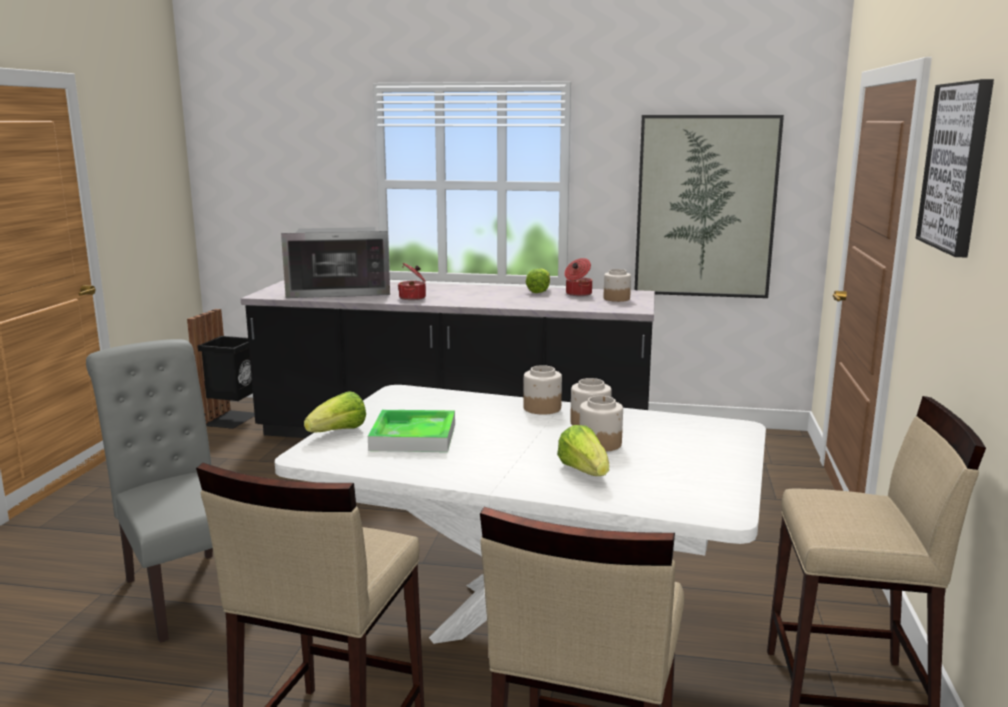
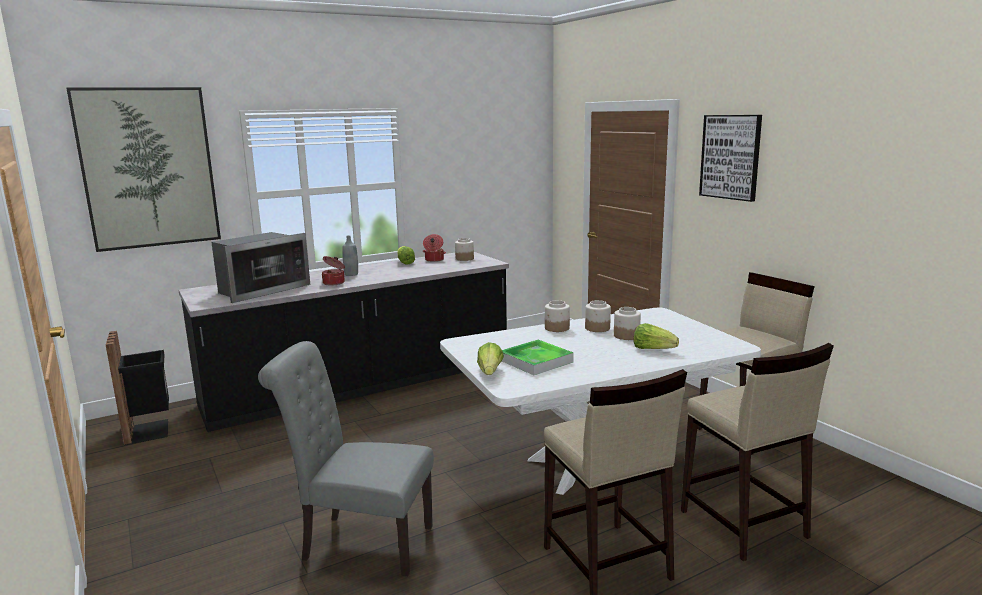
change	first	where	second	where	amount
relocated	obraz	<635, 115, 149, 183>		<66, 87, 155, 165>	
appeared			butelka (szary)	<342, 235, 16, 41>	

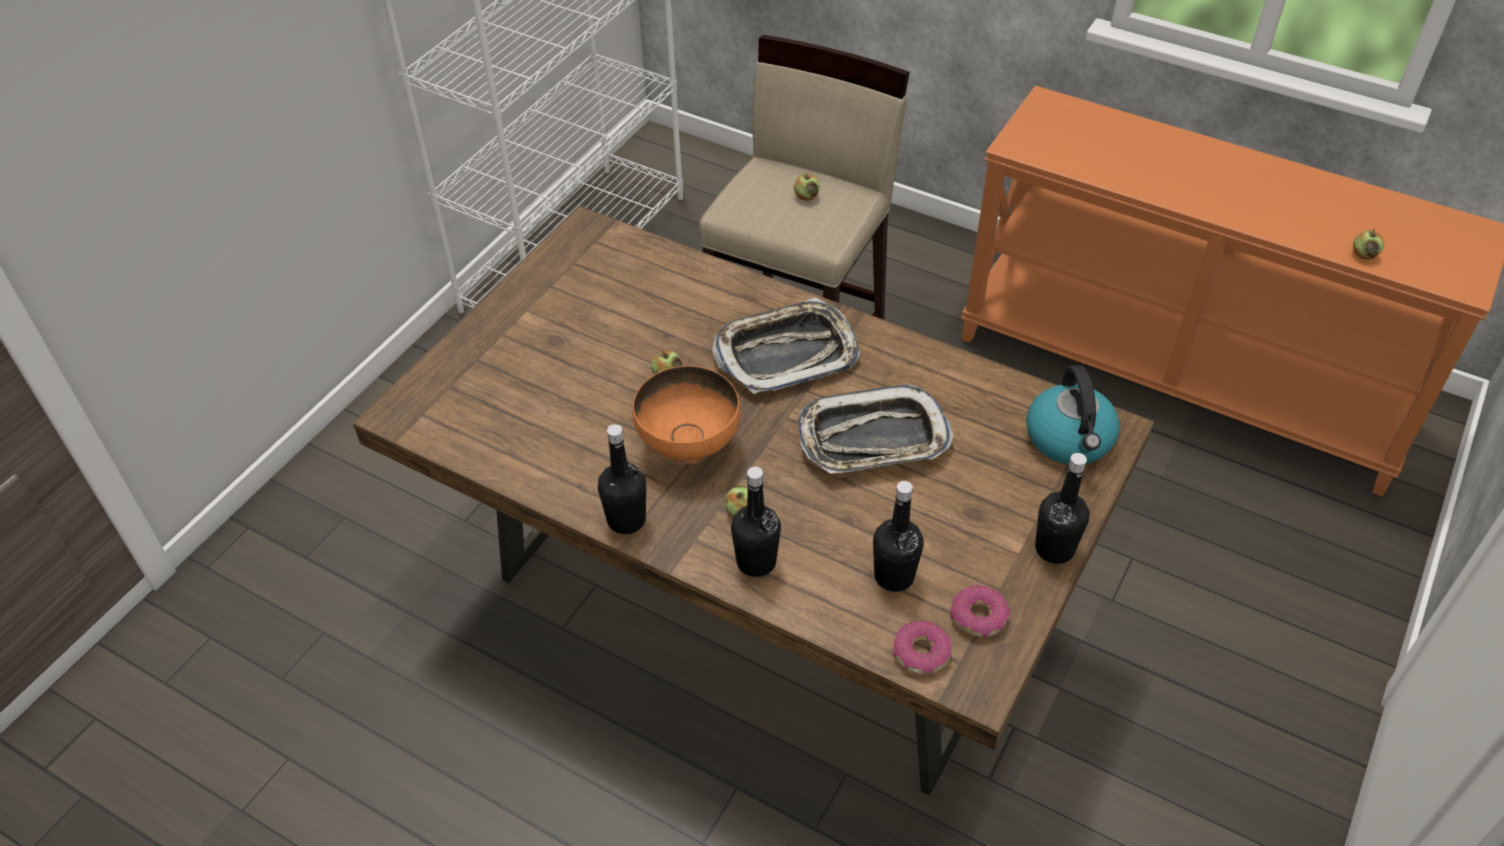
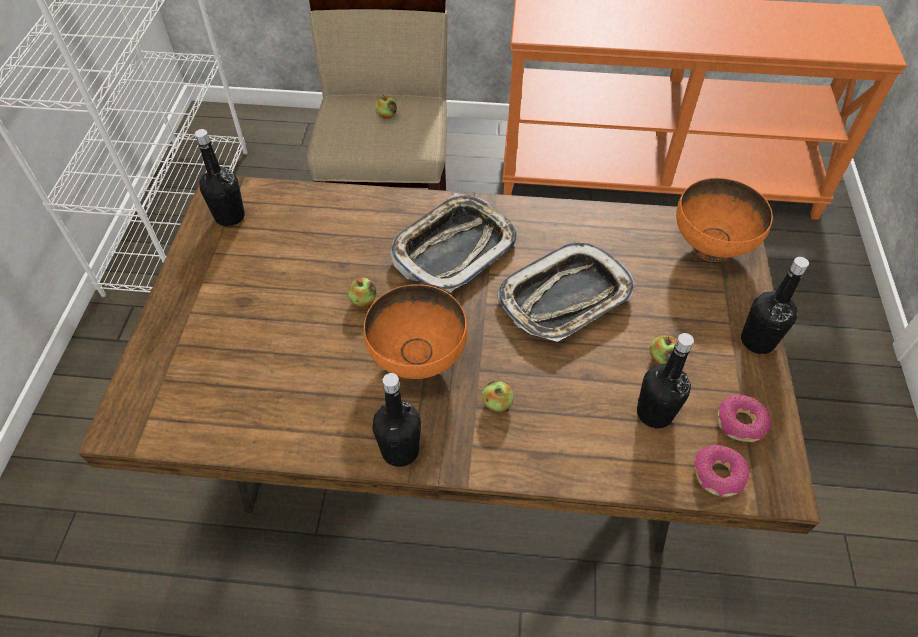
change	first	where	second	where	amount
relocated	butelka (czarny)	<731, 466, 50, 111>		<195, 129, 50, 98>	
relocated	jabłko	<1353, 229, 31, 30>		<650, 335, 27, 29>	
exchanged	czajnik	<1026, 365, 94, 100>	miska (pomarańczowy)	<676, 178, 97, 84>	

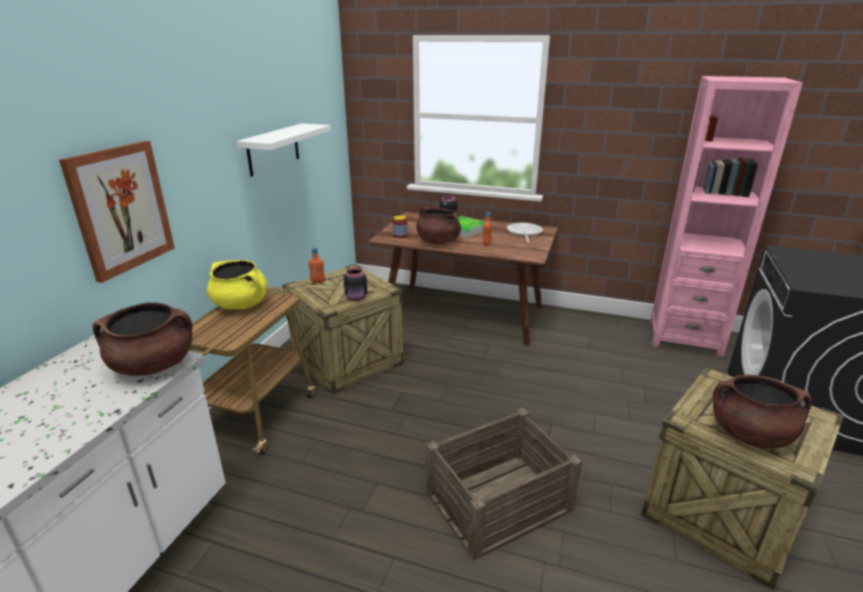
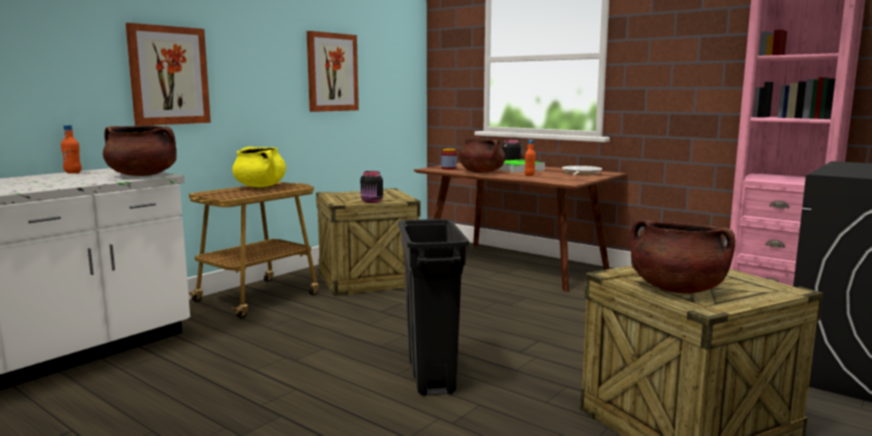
change	first	where	second	where	amount
relocated	butelka (pomarańczowy)	<309, 248, 16, 35>		<61, 125, 21, 49>	
exchanged	półka (biały)	<236, 123, 95, 54>	obraz	<307, 31, 52, 81>	
exchanged	skrzynka	<426, 408, 156, 152>	kosz na śmieci (czarny)	<398, 219, 71, 177>	

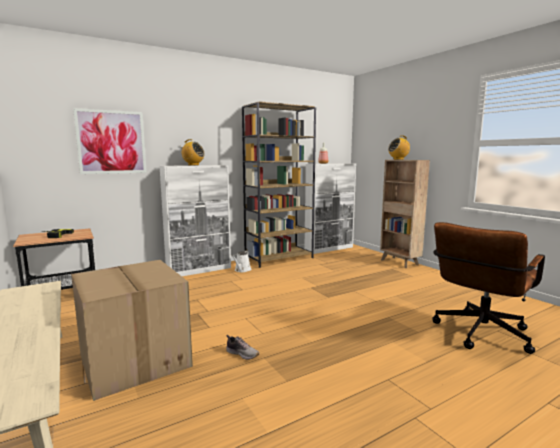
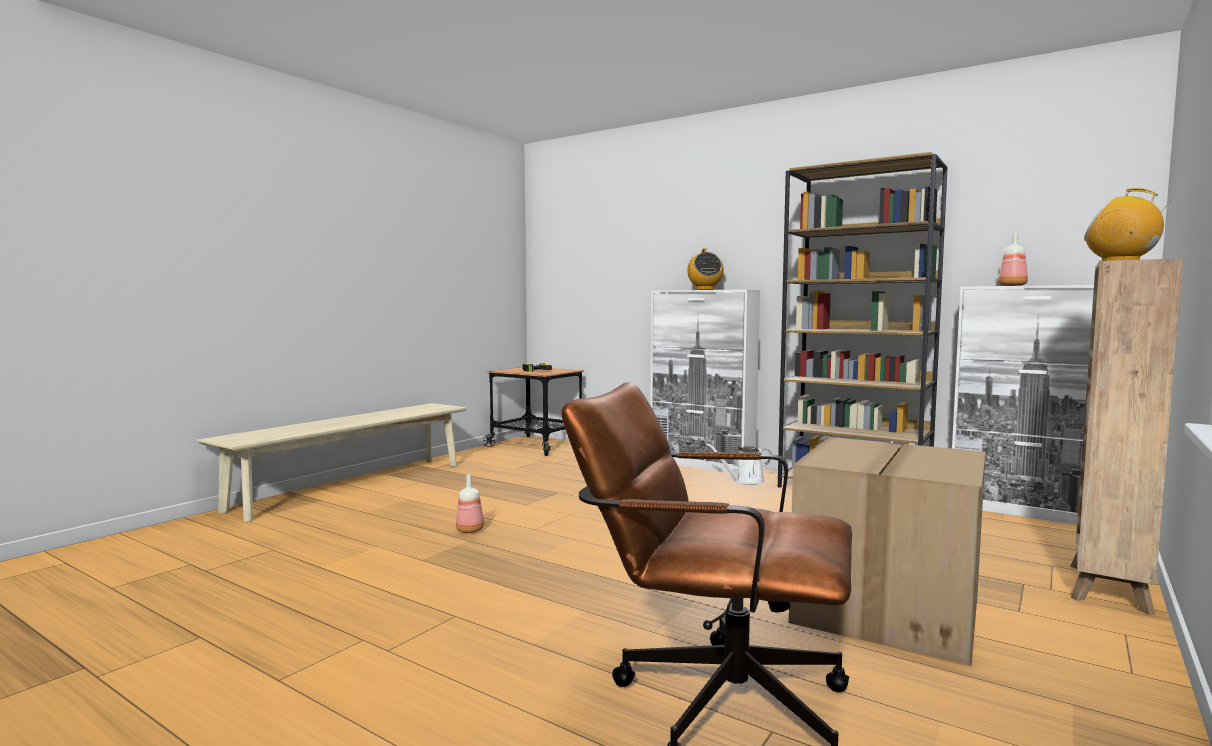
change	first	where	second	where	amount
exchanged	but	<226, 335, 33, 25>	butelka	<456, 474, 28, 59>	
relocated	karton	<71, 260, 122, 141>		<789, 437, 197, 229>	
missing	obraz	<73, 108, 74, 66>			

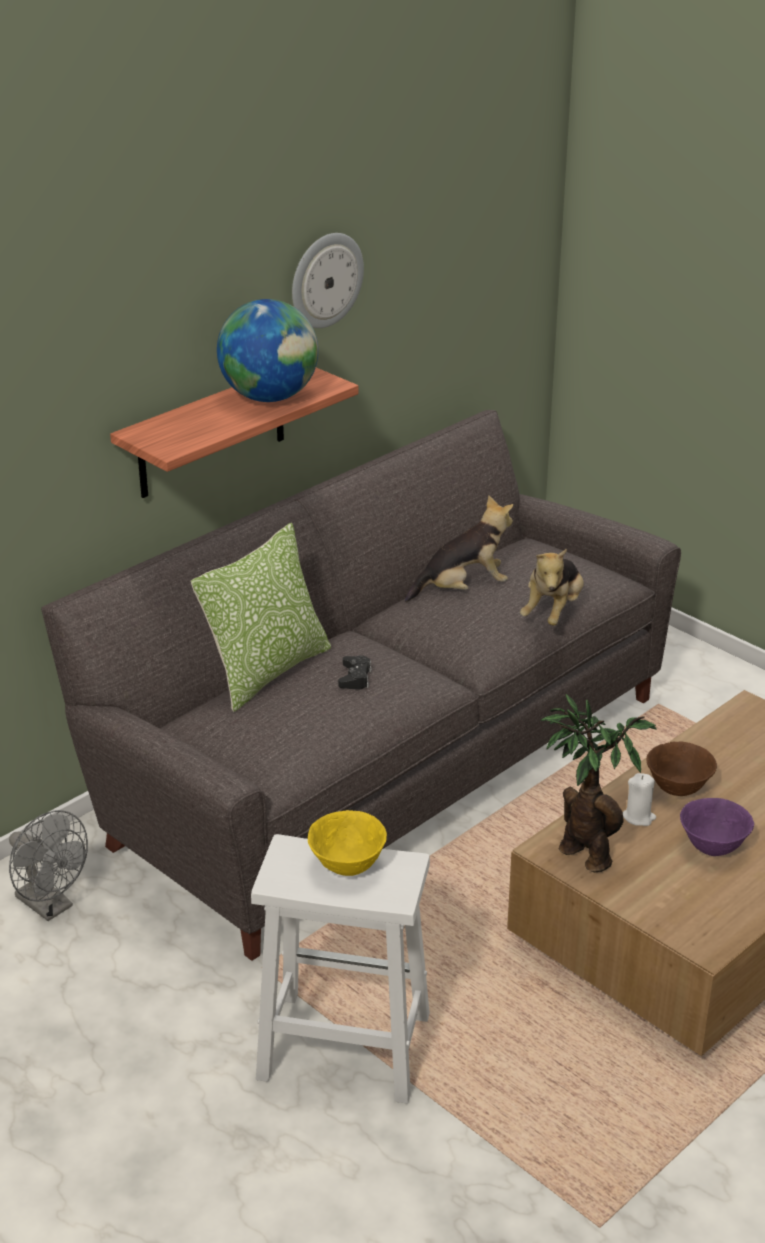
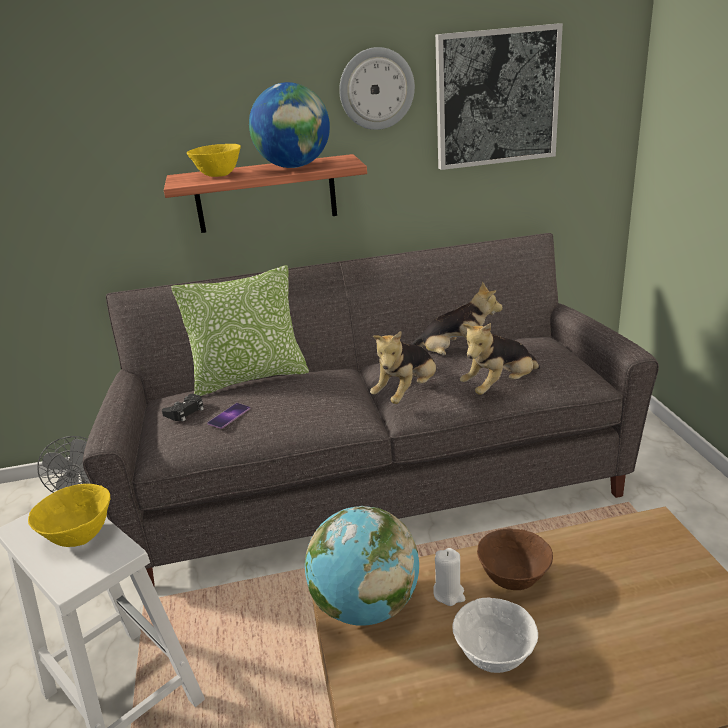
change	first	where	second	where	amount
relocated	pad do gier (czarny)	<338, 655, 34, 35>		<162, 394, 42, 28>	
appeared			miska (żółty)	<187, 144, 54, 33>	
appeared			telefon	<207, 403, 43, 26>	
exchanged	roślina doniczkowa	<541, 694, 116, 178>	globus	<305, 506, 114, 120>	
appeared			pluszak	<370, 331, 67, 73>	
appeared			obraz	<435, 24, 128, 146>	
colour	miska (fioletowy)	<680, 798, 74, 58>	miska (biały)	<452, 598, 86, 75>	

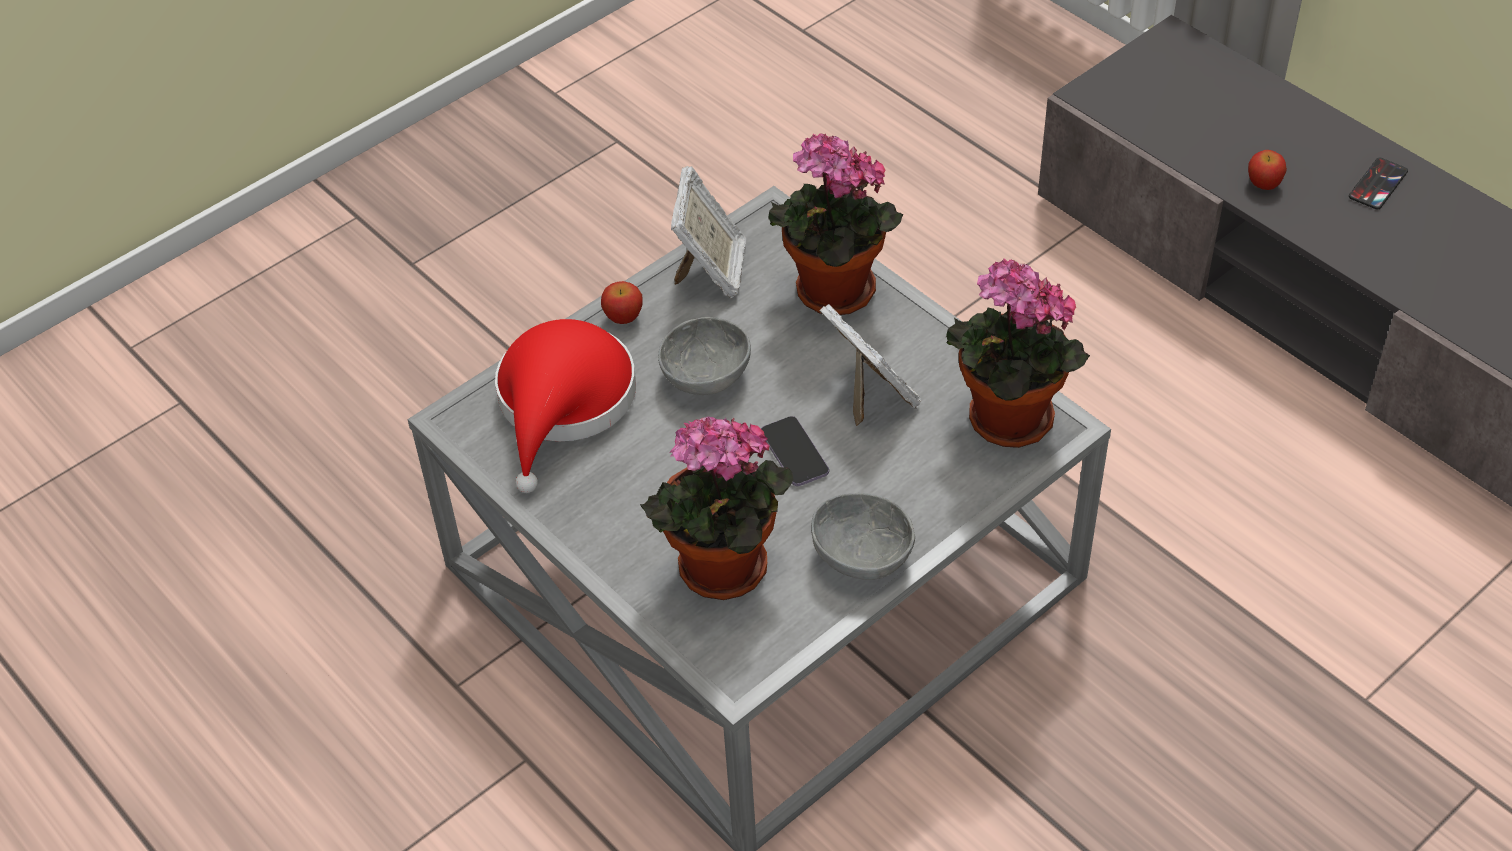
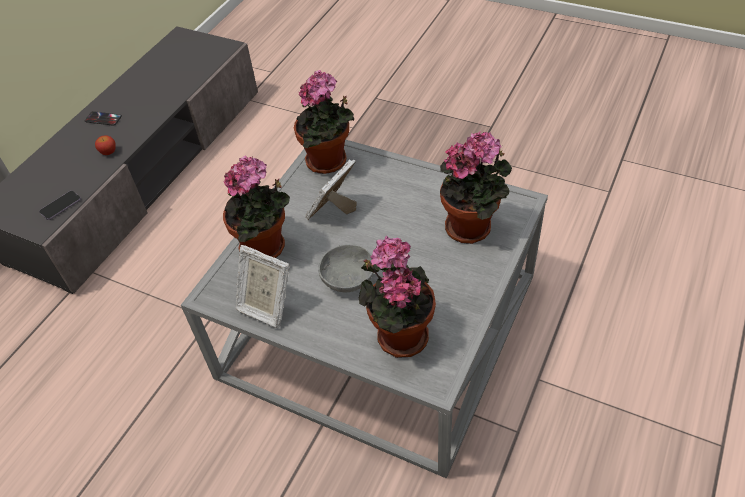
change	first	where	second	where	amount
relocated	telefon	<761, 416, 68, 70>		<39, 191, 42, 29>	
spun	ramka na zdjęcie	<671, 166, 75, 133>		<236, 245, 54, 83>	135 degrees counterclockwise
exchanged	kapelusz (czerwony)	<495, 319, 141, 174>	roślina doniczkowa	<359, 236, 77, 122>	
missing	jabłko	<601, 281, 42, 43>			
missing	miska (szary)	<811, 493, 104, 87>			

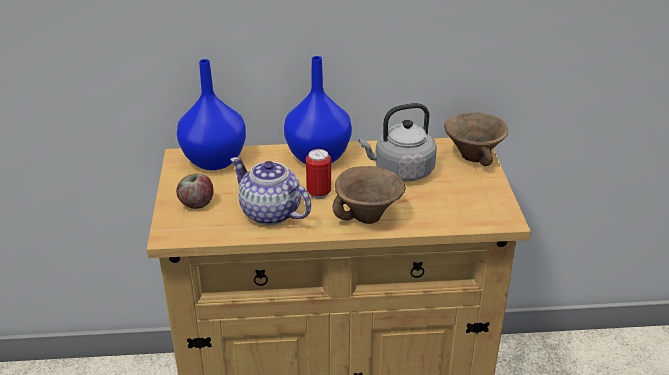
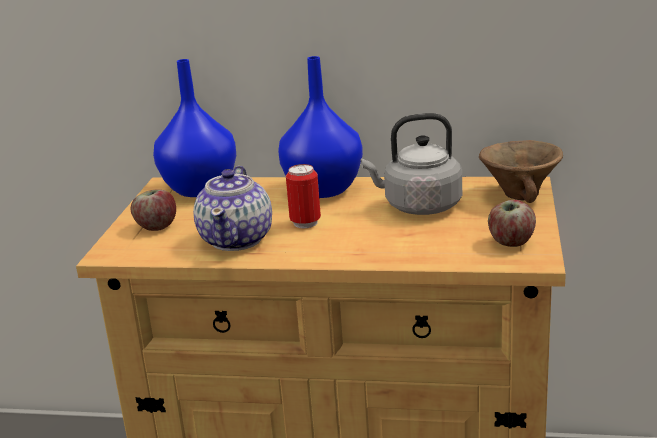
change	first	where	second	where	amount
spun	imbryk	<230, 157, 81, 68>		<193, 166, 79, 85>	135 degrees counterclockwise
appeared			jabłko	<488, 200, 48, 47>	
missing	miska (brązowy)	<332, 166, 74, 58>			

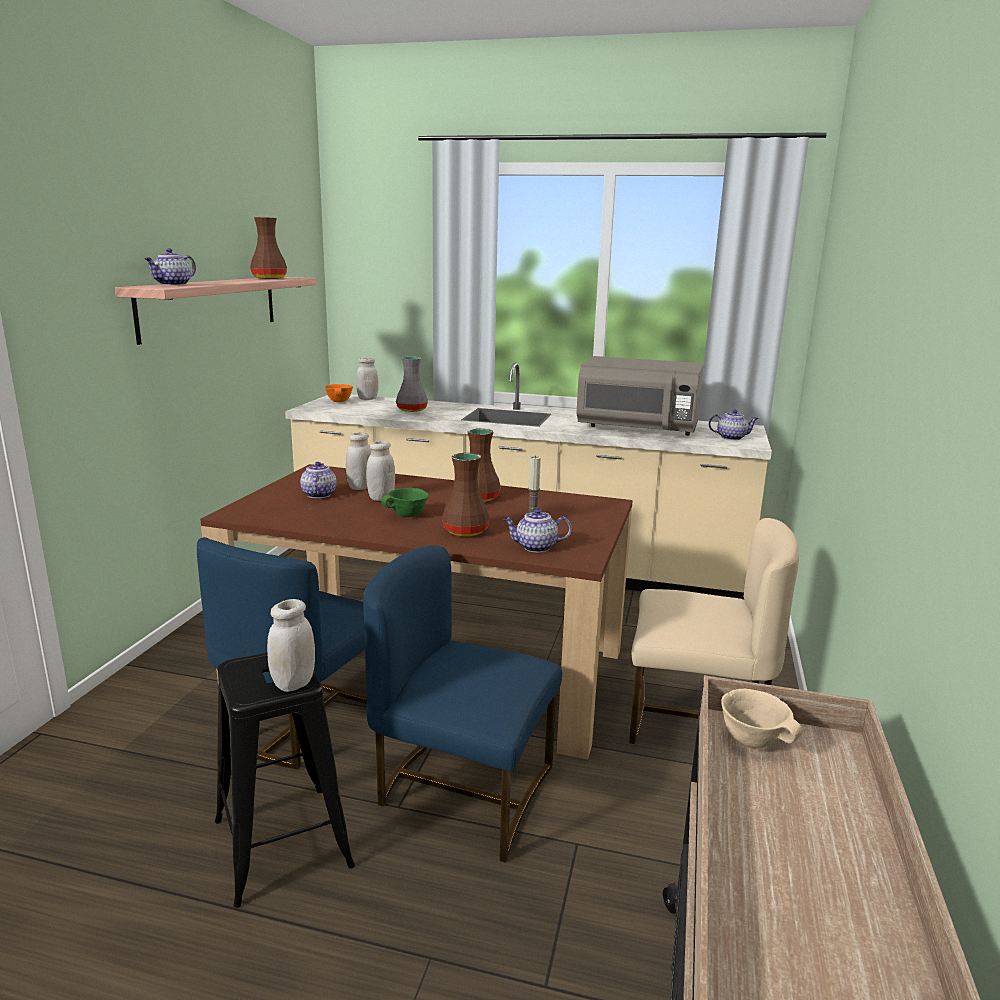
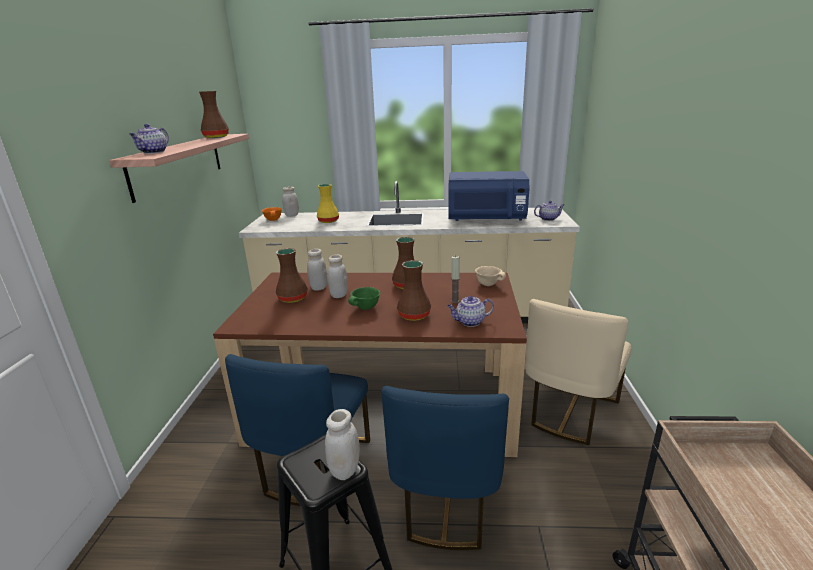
change	first	where	second	where	amount
exchanged	imbryk	<300, 462, 36, 36>	wazon (brązowy)	<276, 248, 32, 55>	
colour	wazon (szary)	<396, 357, 32, 55>	wazon (żółty)	<317, 184, 22, 39>	
spun	krzesło (niebieski)	<363, 545, 199, 318>		<381, 386, 128, 164>	90 degrees counterclockwise
colour	mikrofalówka (szary)	<577, 356, 126, 80>	mikrofalówka (niebieski)	<448, 171, 82, 50>	
relocated	miska (beżowy)	<721, 689, 82, 59>		<475, 266, 31, 20>	
spun	krzesło (beżowy)	<629, 518, 170, 226>		<525, 299, 107, 146>	120 degrees clockwise

